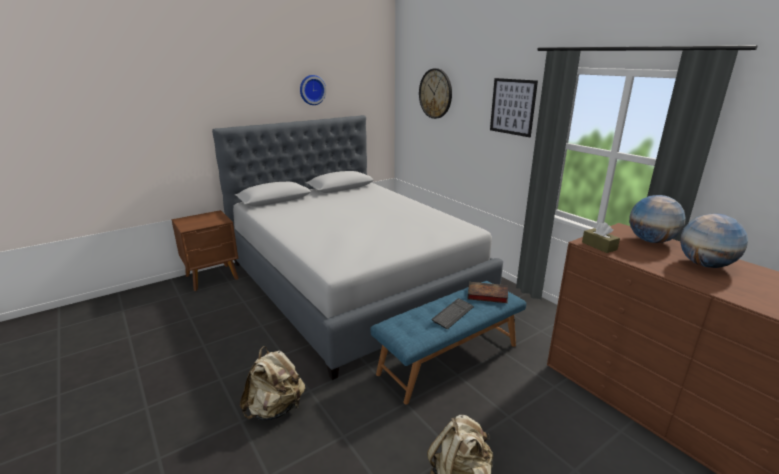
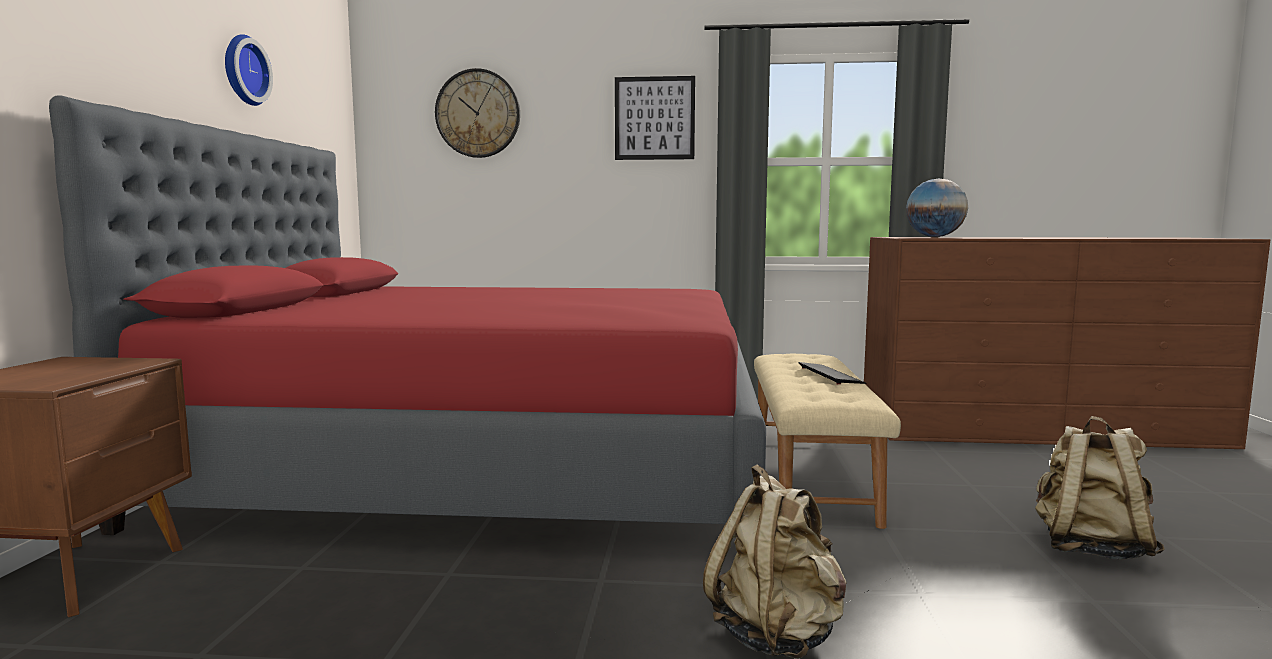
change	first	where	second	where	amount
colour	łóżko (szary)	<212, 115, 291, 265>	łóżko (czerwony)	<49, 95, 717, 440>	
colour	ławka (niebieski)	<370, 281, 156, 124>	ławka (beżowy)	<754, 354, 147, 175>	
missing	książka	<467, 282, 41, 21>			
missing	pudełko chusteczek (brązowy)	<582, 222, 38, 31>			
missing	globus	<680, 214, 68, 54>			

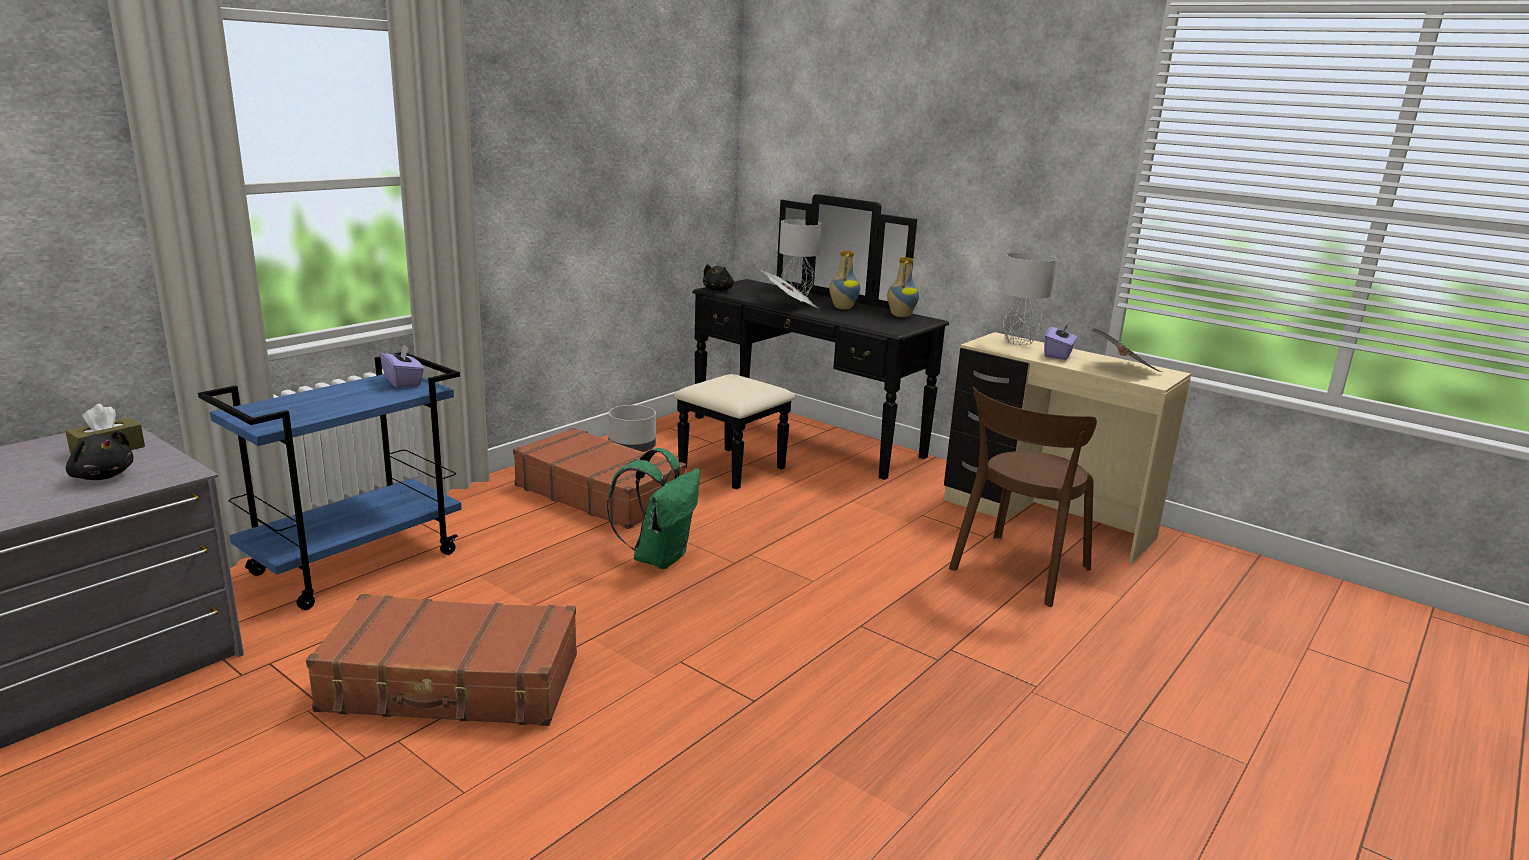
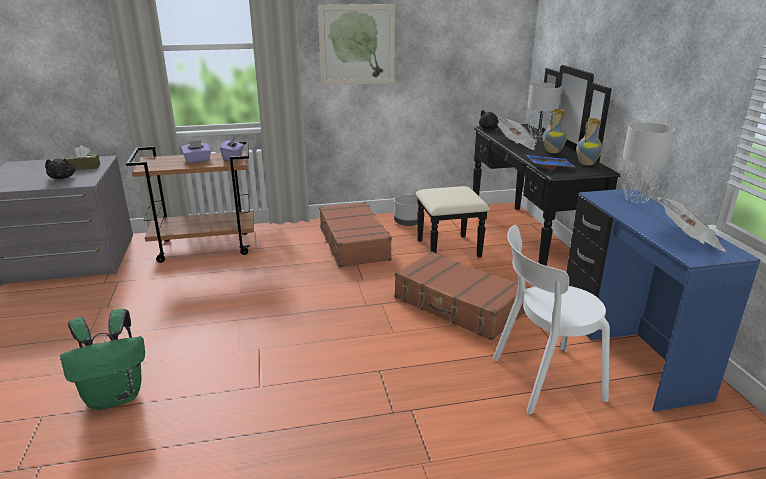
change	first	where	second	where	amount
relocated	plecak (zielony)	<607, 448, 93, 121>		<60, 309, 85, 101>	
colour	wózek (niebieski)	<198, 352, 264, 258>	wózek (brązowy)	<126, 141, 128, 122>	
relocated	pudełko chusteczek (fioletowy)	<1044, 323, 33, 37>		<181, 141, 30, 22>	
appeared			obraz	<318, 4, 77, 82>	
relocated	walizka (brązowy)	<306, 594, 271, 132>		<394, 251, 134, 90>	
colour	krzesło (brązowy)	<949, 387, 148, 220>	krzesło (biały)	<493, 225, 117, 189>	
appeared			taca (niebieski)	<526, 155, 49, 14>	
colour	biurko (beżowy)	<944, 332, 247, 232>	biurko (niebieski)	<566, 188, 194, 224>	

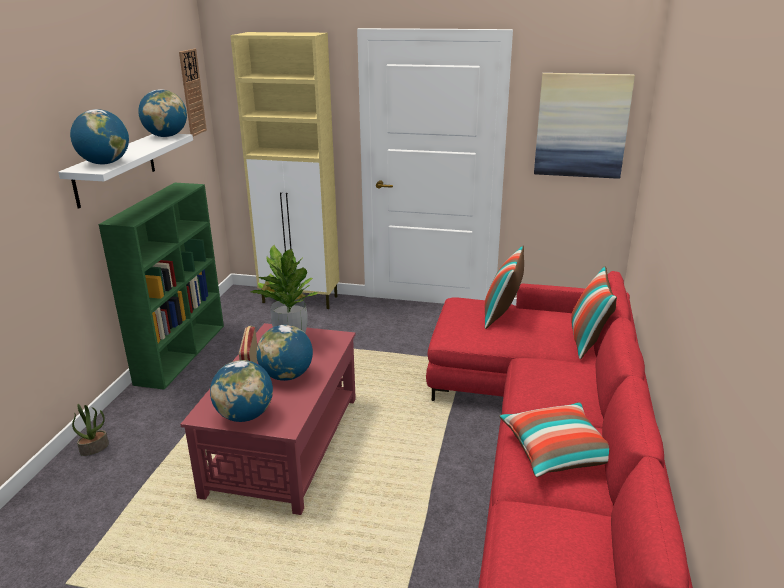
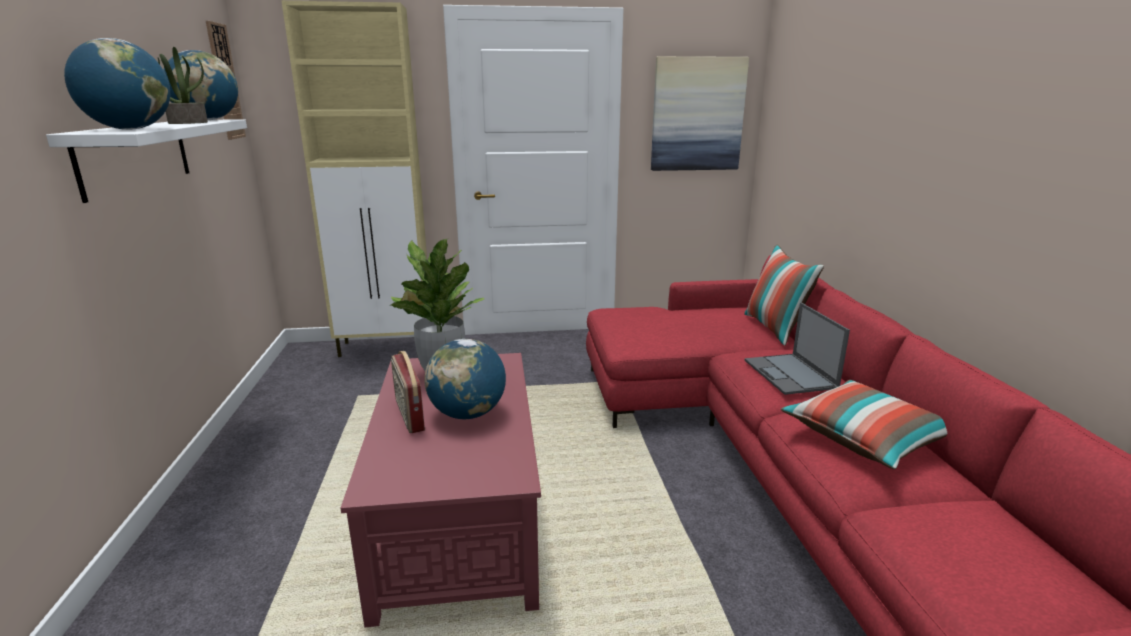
change	first	where	second	where	amount
relocated	roślina doniczkowa	<72, 404, 37, 52>		<158, 47, 50, 77>	
appeared			laptop	<745, 303, 105, 92>	
missing	regał (zielony)	<99, 183, 125, 207>			
missing	globus	<210, 360, 63, 62>			
missing	poduszka	<485, 245, 39, 84>			

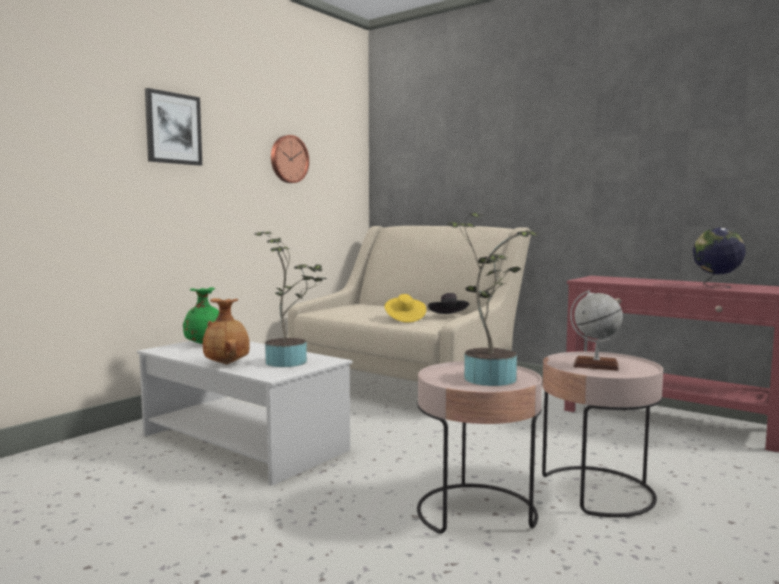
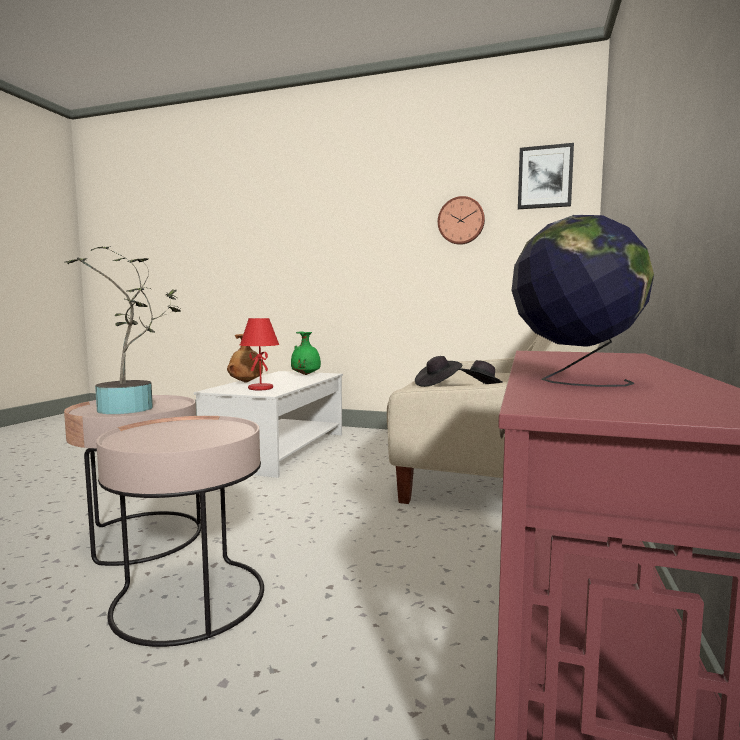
change	first	where	second	where	amount
exchanged	roślina doniczkowa	<254, 232, 73, 135>	lampa stołowa (czerwony)	<240, 318, 40, 73>	
colour	kapelusz (żółty)	<384, 294, 42, 29>	kapelusz (czarny)	<415, 356, 47, 31>	
relocated	obraz	<145, 88, 57, 78>		<518, 143, 56, 66>	
missing	globus	<570, 290, 53, 81>			

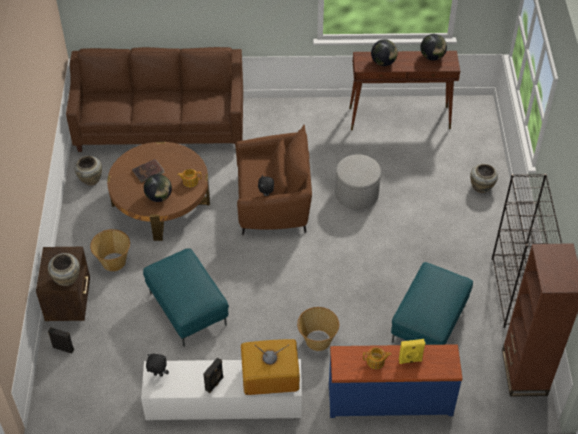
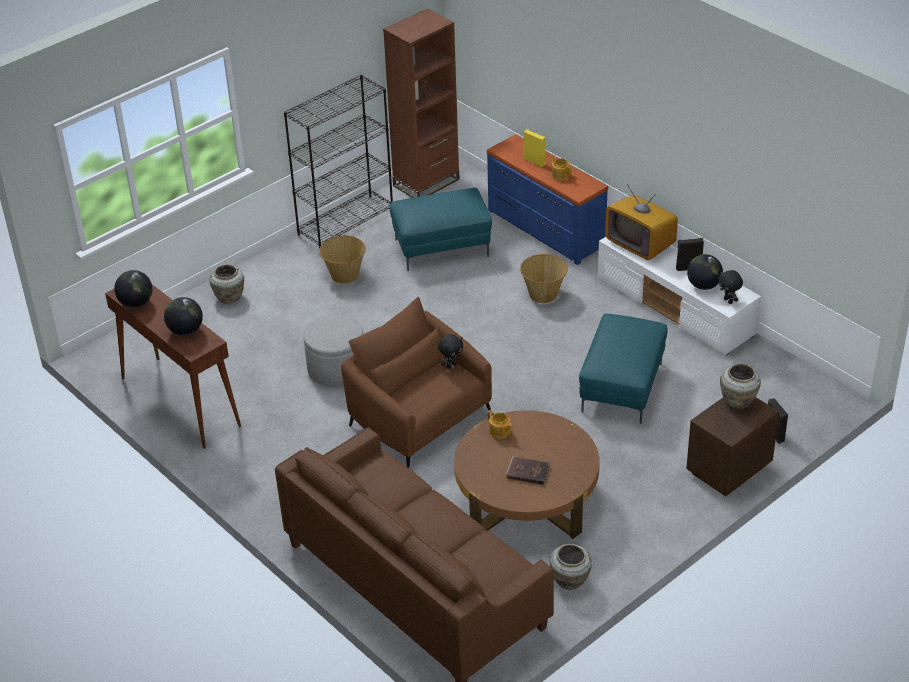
change	first	where	second	where	amount
relocated	koszyk	<90, 229, 40, 42>		<319, 236, 47, 48>	
relocated	globus	<144, 174, 28, 28>		<687, 254, 36, 36>	

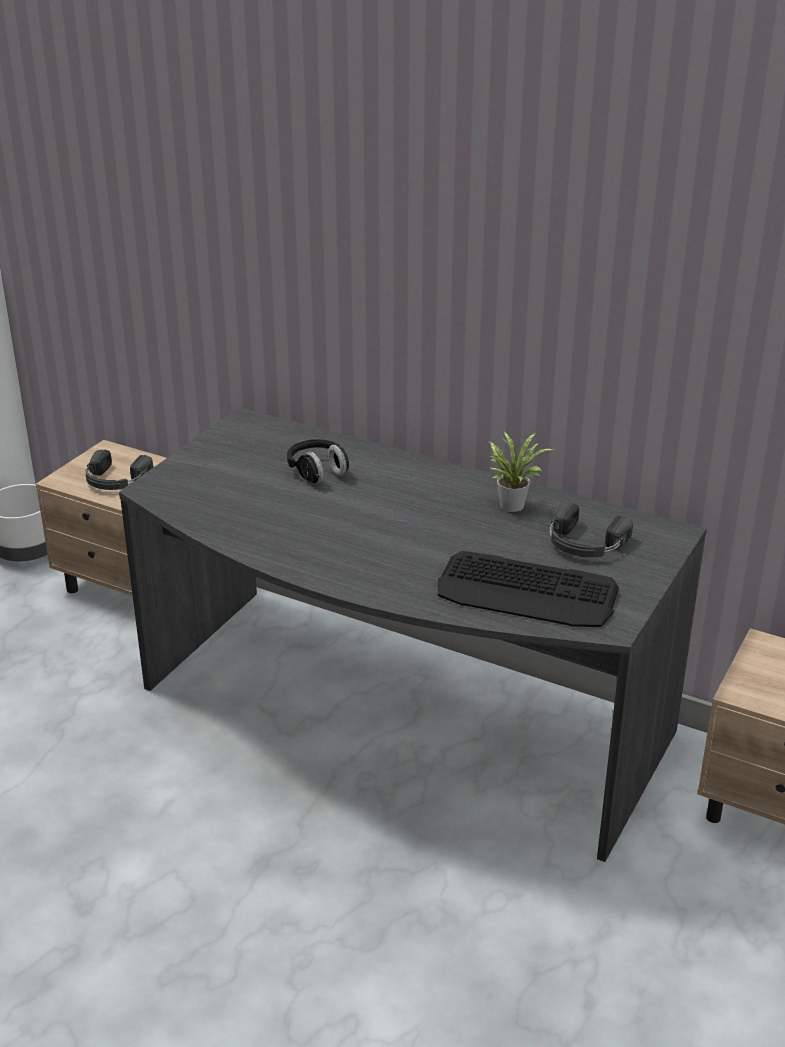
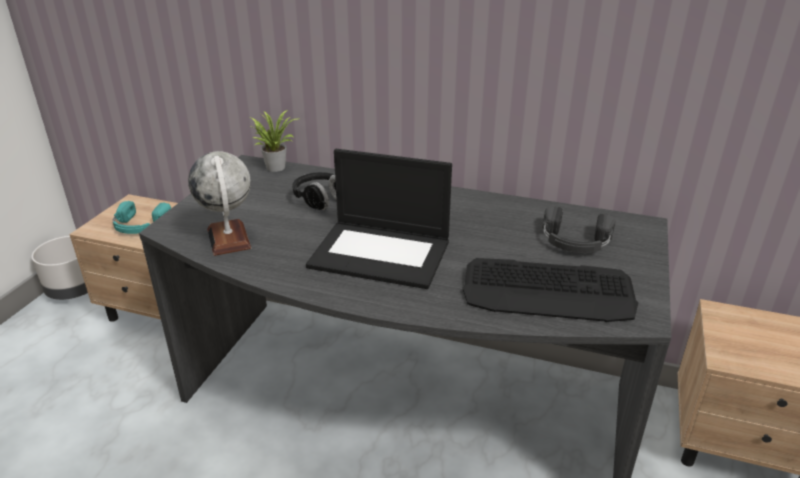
change	first	where	second	where	amount
colour	słuchawki (czarny)	<85, 449, 68, 41>	słuchawki (turkusowy)	<112, 201, 59, 33>	
appeared			globus	<188, 151, 63, 105>	
relocated	roślina doniczkowa	<488, 432, 67, 80>		<250, 110, 47, 62>	
appeared			laptop	<306, 149, 146, 140>	

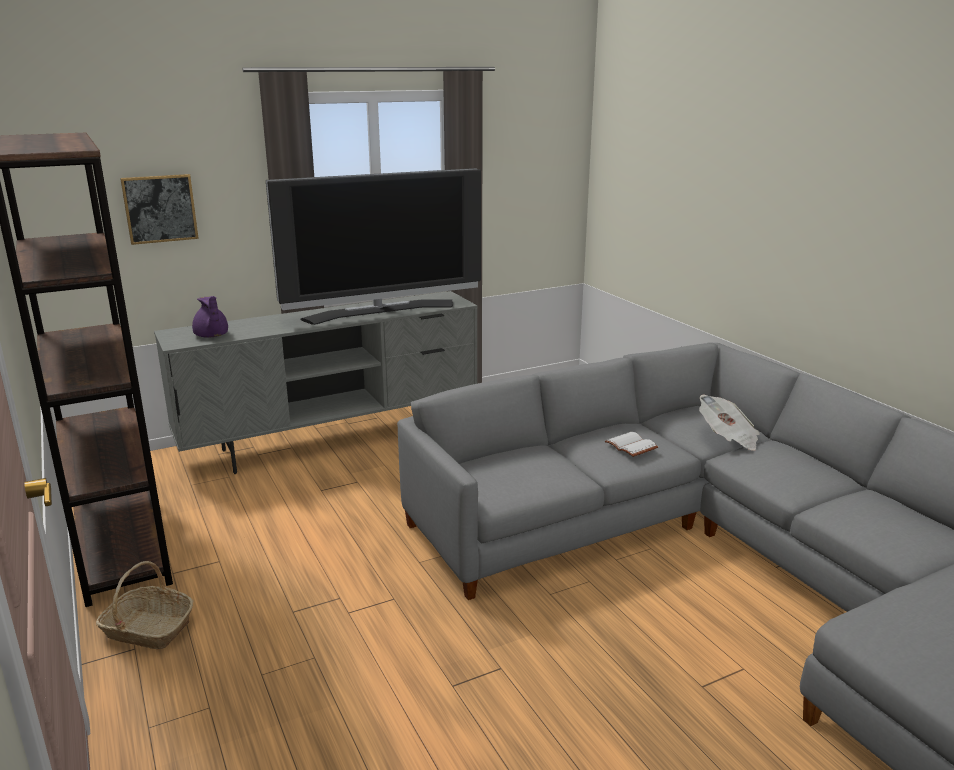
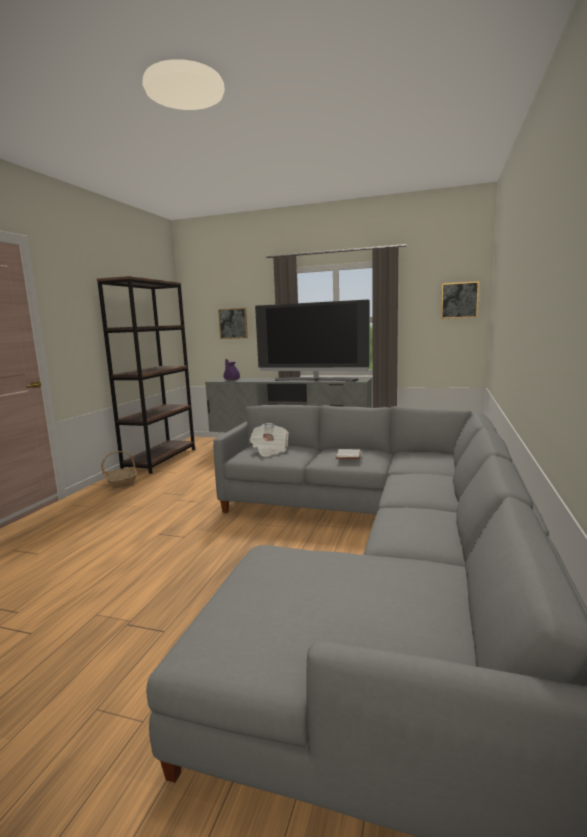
change	first	where	second	where	amount
relocated	gazeta	<699, 394, 61, 57>		<249, 423, 40, 34>	
appeared			obraz	<441, 281, 38, 38>	

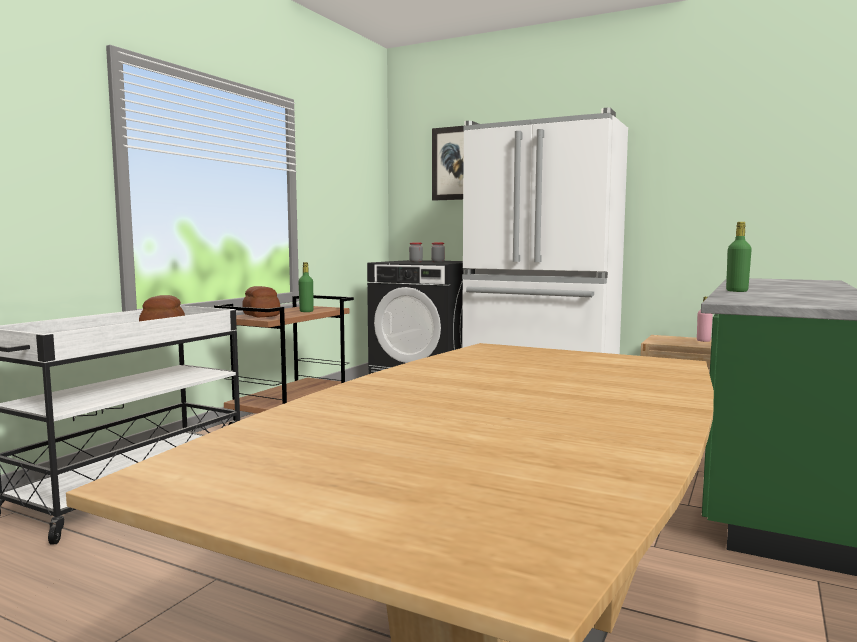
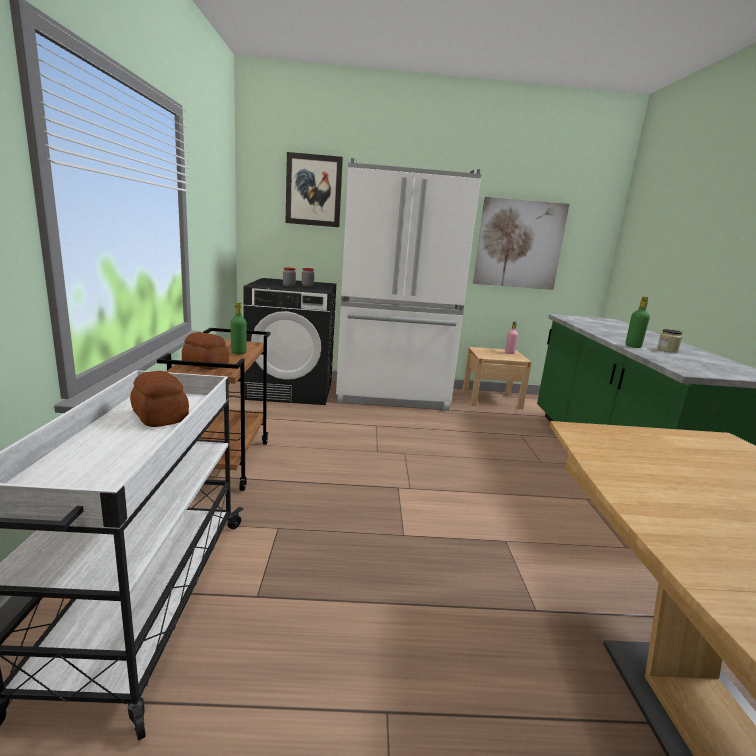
change	first	where	second	where	amount
appeared			obraz	<473, 197, 96, 93>	
appeared			słoik	<657, 329, 25, 24>	

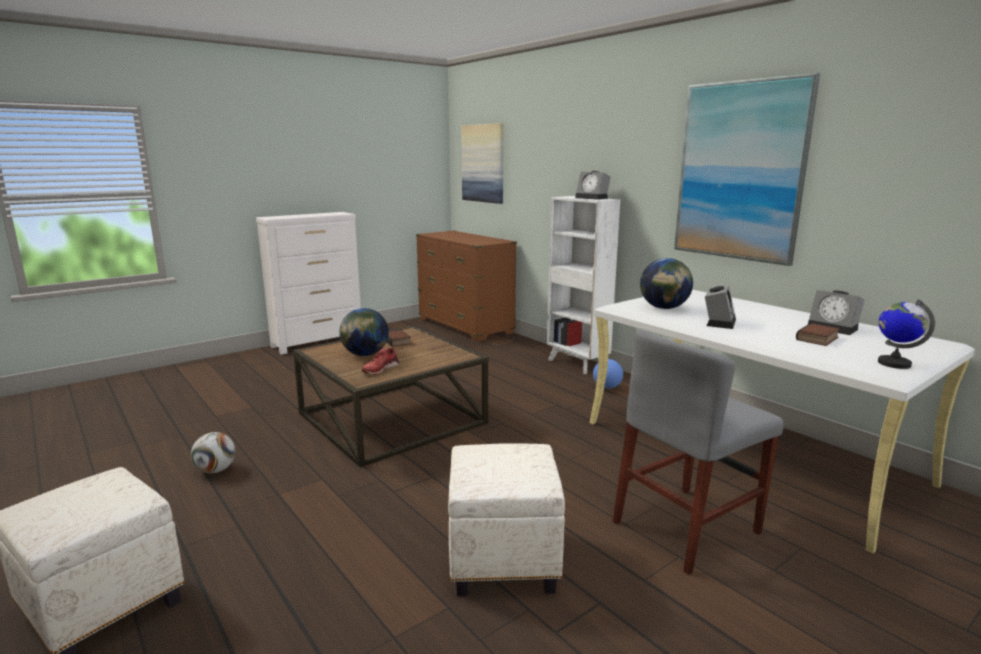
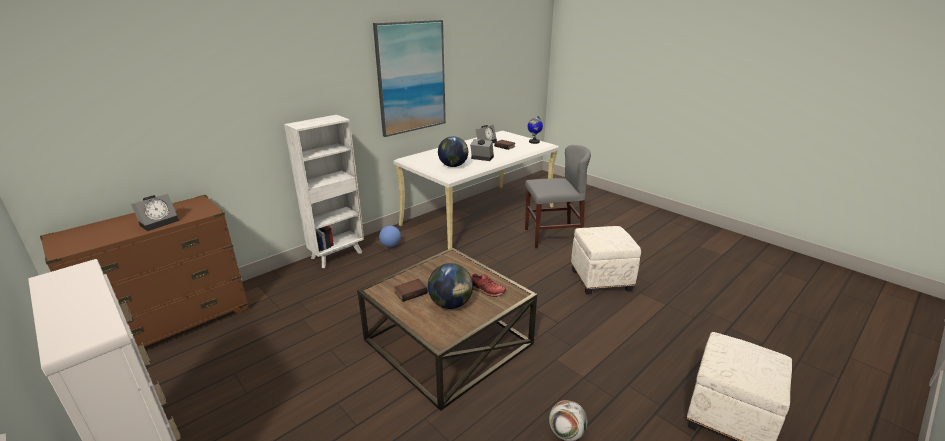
change	first	where	second	where	amount
relocated	budzik	<575, 171, 36, 29>		<131, 194, 48, 37>	
spun	krzesło (szary)	<613, 329, 171, 246>		<525, 145, 66, 103>	60 degrees counterclockwise
missing	obraz	<461, 123, 43, 81>			

